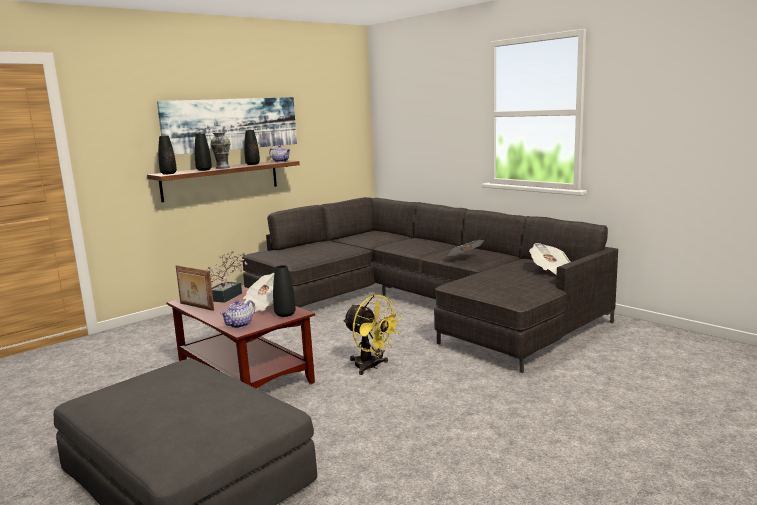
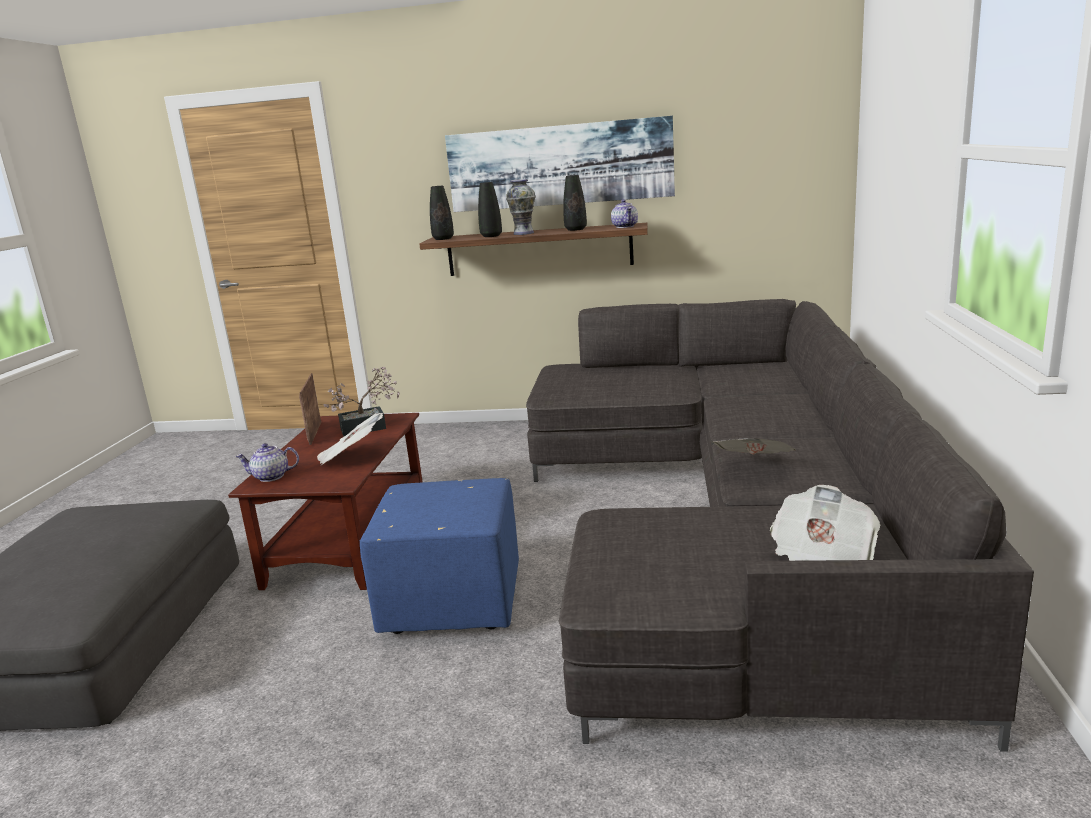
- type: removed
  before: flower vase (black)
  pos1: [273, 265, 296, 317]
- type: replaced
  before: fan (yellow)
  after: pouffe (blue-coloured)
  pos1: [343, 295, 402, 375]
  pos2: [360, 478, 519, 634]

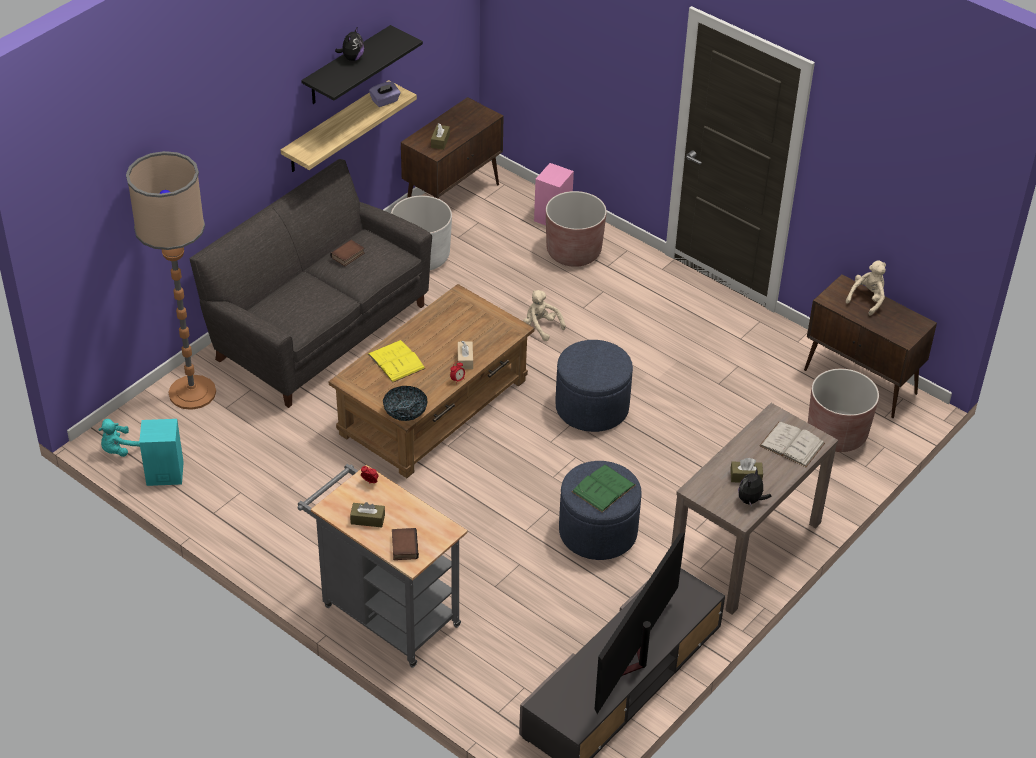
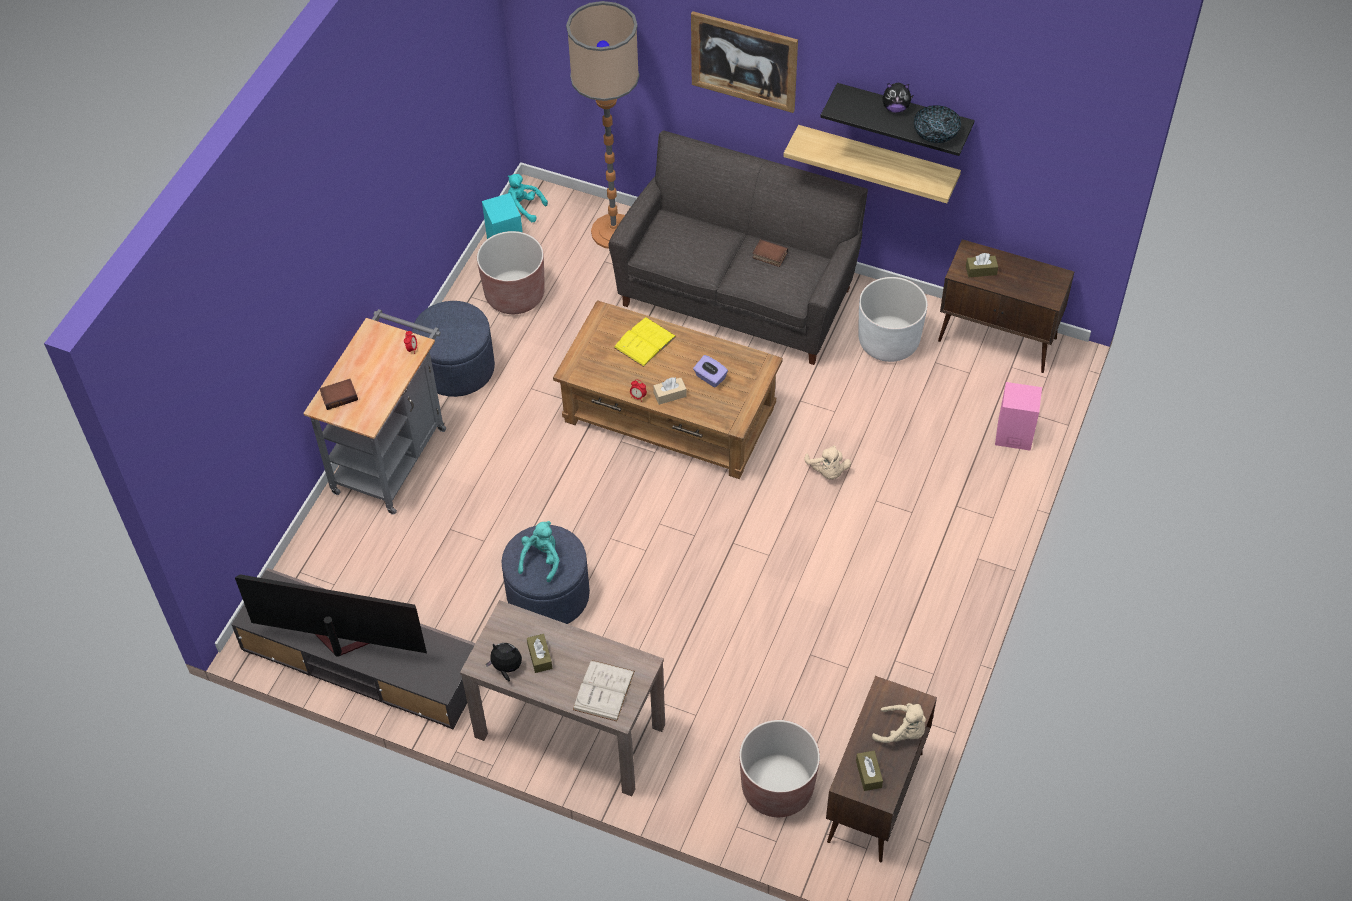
- type: moved
  before: tissue holder (brown)
  pos1: [350, 502, 385, 527]
  pos2: [856, 751, 883, 791]
- type: moved
  before: tissue holder (purple-coloured)
  pos1: [369, 81, 400, 107]
  pos2: [693, 355, 728, 388]
- type: moved
  before: deep dish
  pos1: [383, 386, 428, 421]
  pos2: [914, 105, 961, 143]
- type: turned
  before: plush toy (beige)
  pos1: [523, 290, 566, 341]
  pos2: [804, 445, 851, 480]
  turn: 135
- type: moved
  before: flower pot (brown)
  pos1: [546, 191, 607, 267]
  pos2: [477, 231, 545, 314]
- type: moved
  before: pouffe (blue-coloured)
  pos1: [555, 340, 633, 432]
  pos2: [412, 301, 495, 397]
- type: replaced
  before: bound book (green)
  after: plush toy (blue-green)
  pos1: [572, 465, 636, 513]
  pos2: [518, 521, 559, 582]
- type: added
  after: wall art
  pos2: [691, 11, 798, 113]

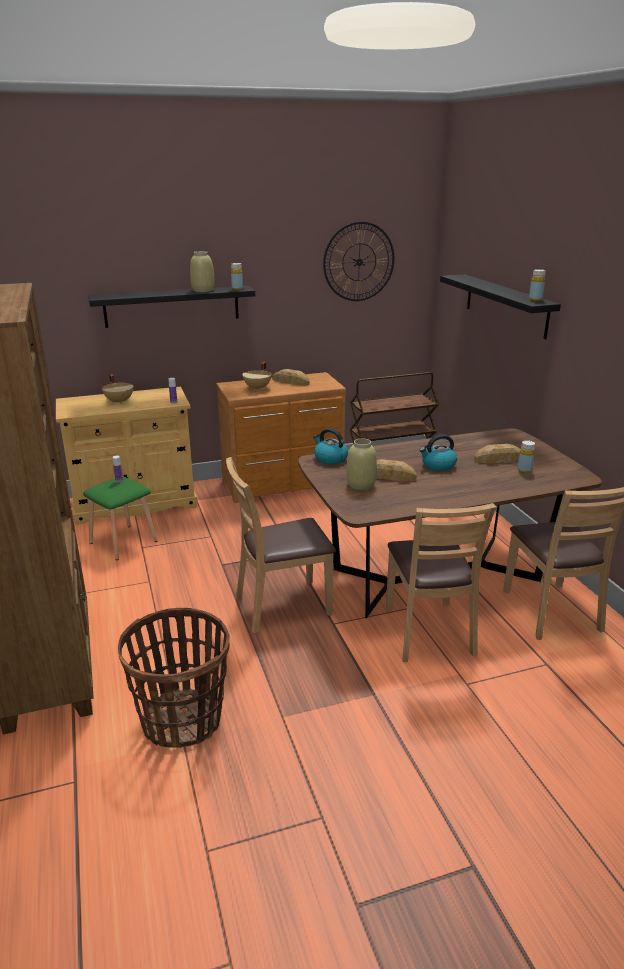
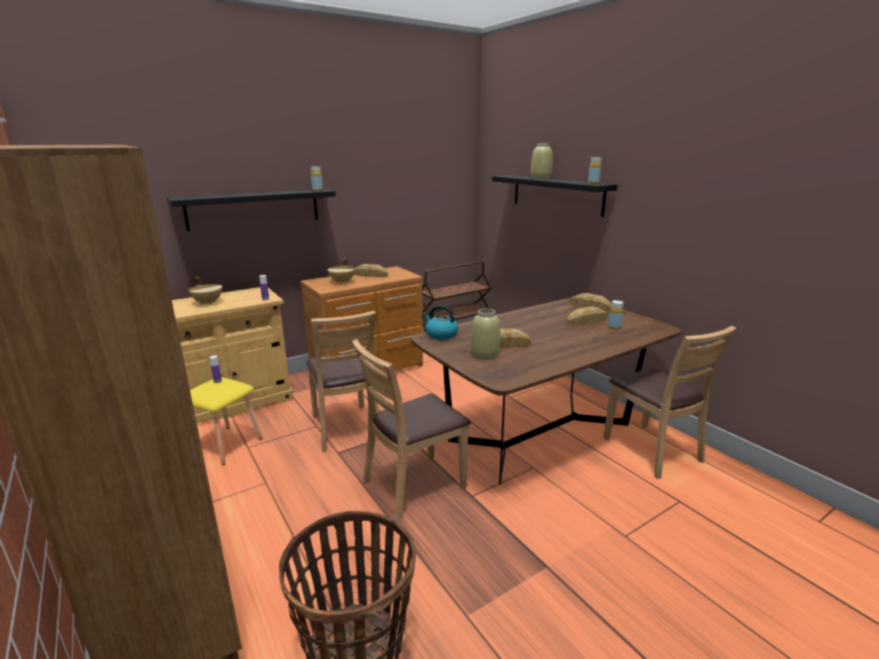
- type: recoloured
  before: stool seat (green)
  after: stool seat (yellow)
  pos1: [83, 476, 158, 560]
  pos2: [190, 377, 263, 465]
- type: moved
  before: flower vase (beige)
  pos1: [190, 251, 215, 292]
  pos2: [531, 144, 553, 179]
- type: removed
  before: wall clock
  pos1: [323, 222, 394, 301]
- type: moved
  before: plain chair (brown)
  pos1: [386, 503, 496, 662]
  pos2: [306, 311, 379, 452]
- type: removed
  before: kettle
  pos1: [419, 434, 457, 471]
- type: added
  after: baked bread
  pos2: [570, 293, 611, 311]

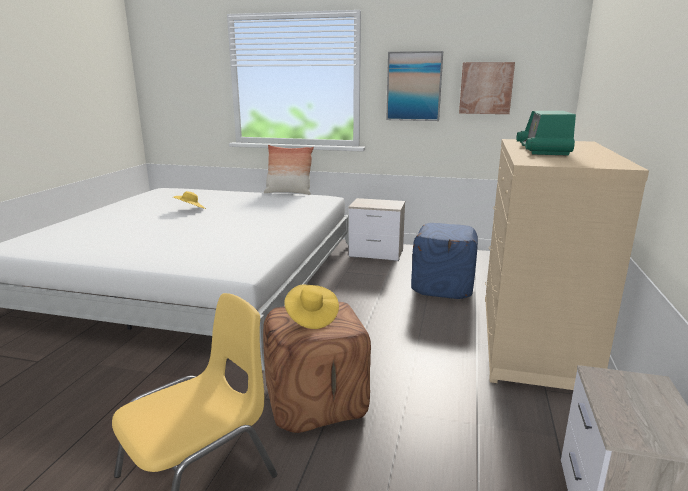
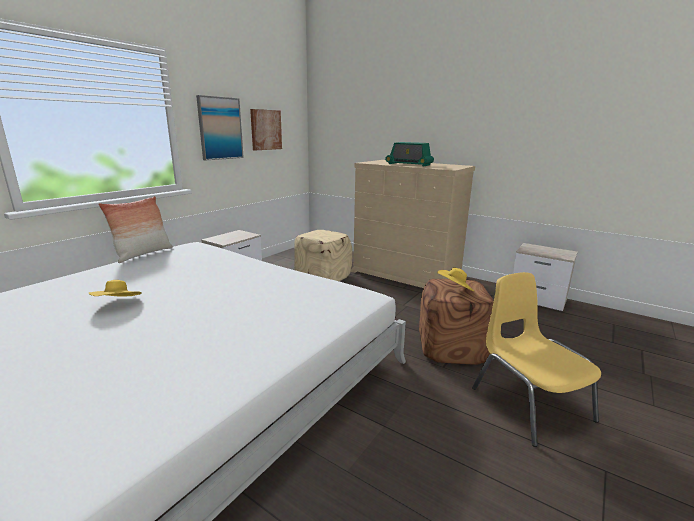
- type: recoloured
  before: pouffe (blue-coloured)
  after: pouffe (beige)
  pos1: [411, 223, 478, 299]
  pos2: [294, 230, 352, 281]

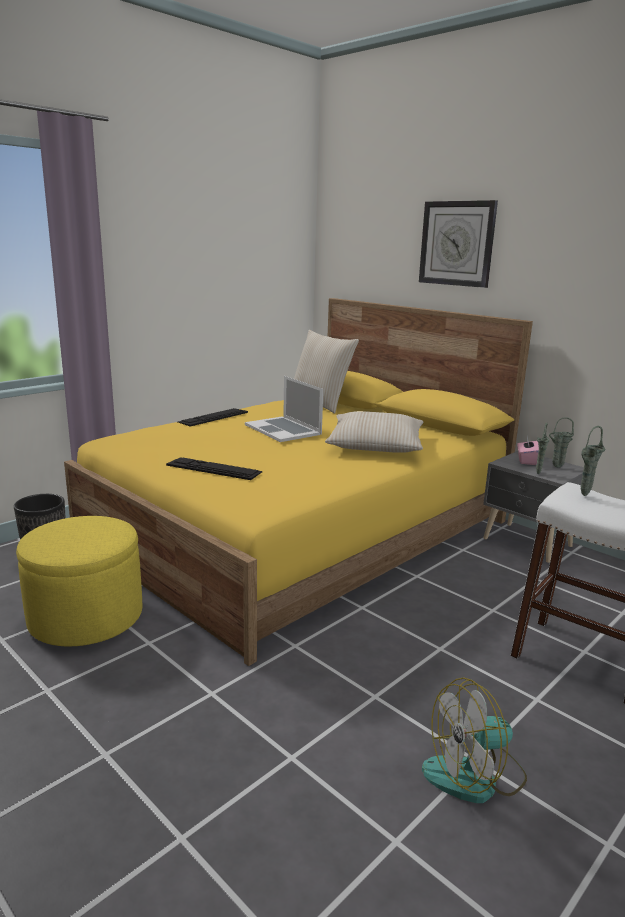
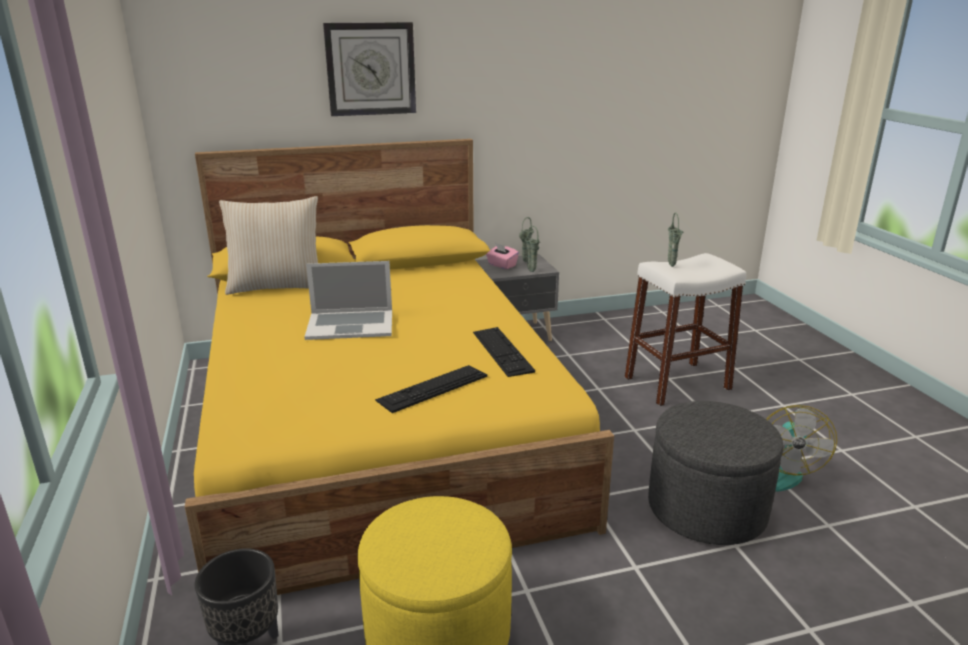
- type: moved
  before: computer keyboard
  pos1: [178, 408, 248, 427]
  pos2: [473, 327, 535, 377]
- type: removed
  before: pillow (beige)
  pos1: [325, 411, 423, 453]
- type: added
  after: pouffe (grey)
  pos2: [648, 401, 783, 545]

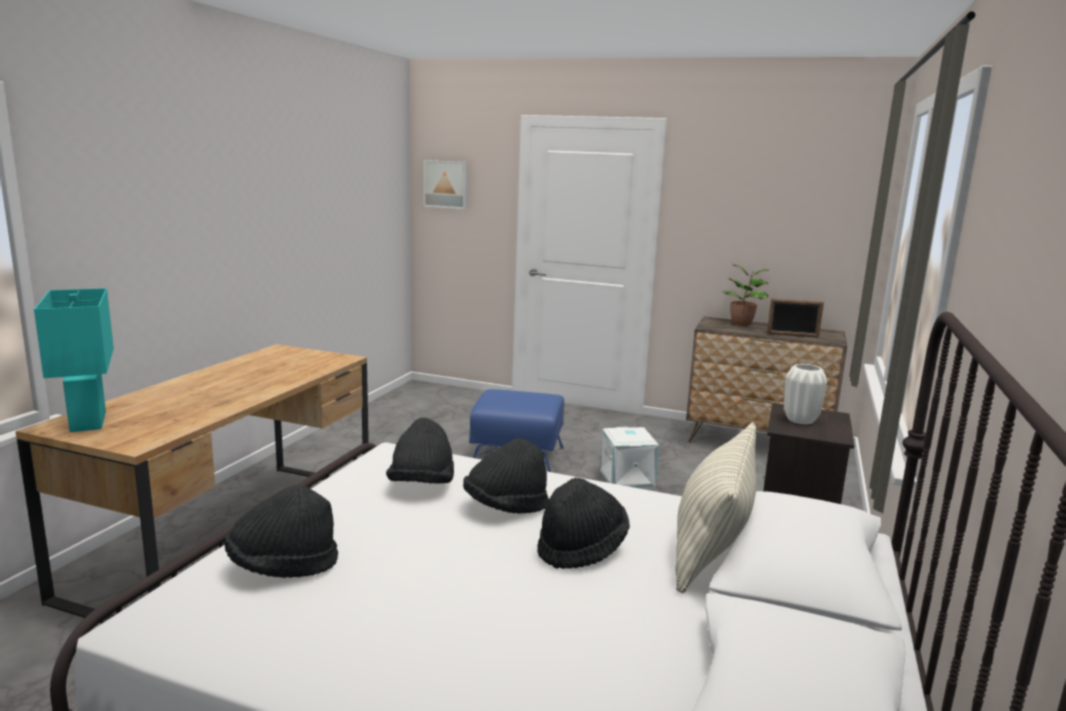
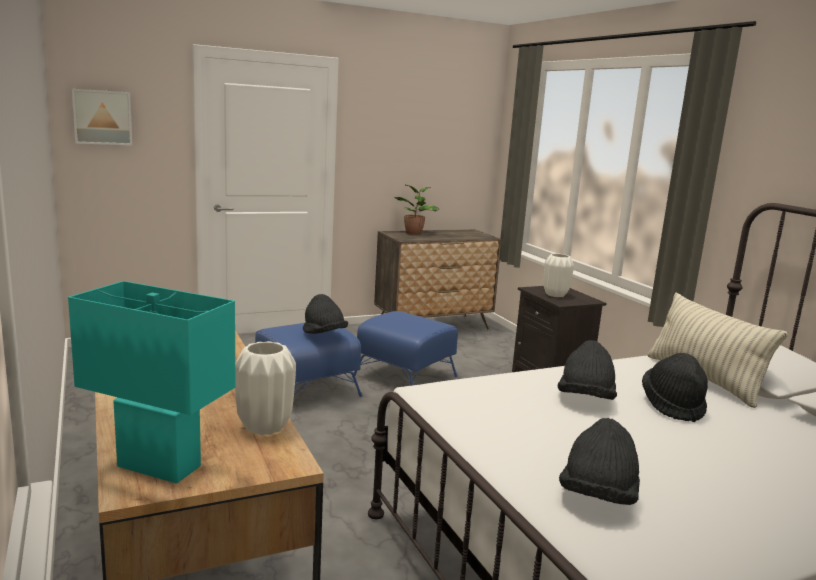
- type: moved
  before: clothing hat (black)
  pos1: [386, 418, 454, 484]
  pos2: [303, 294, 348, 334]
- type: replaced
  before: storage bin (whitish)
  after: pouffe (blue-coloured)
  pos1: [600, 427, 659, 488]
  pos2: [352, 311, 458, 386]
- type: removed
  before: standing frame
  pos1: [767, 299, 824, 338]
- type: added
  after: flower vase (whitish)
  pos2: [235, 341, 296, 435]

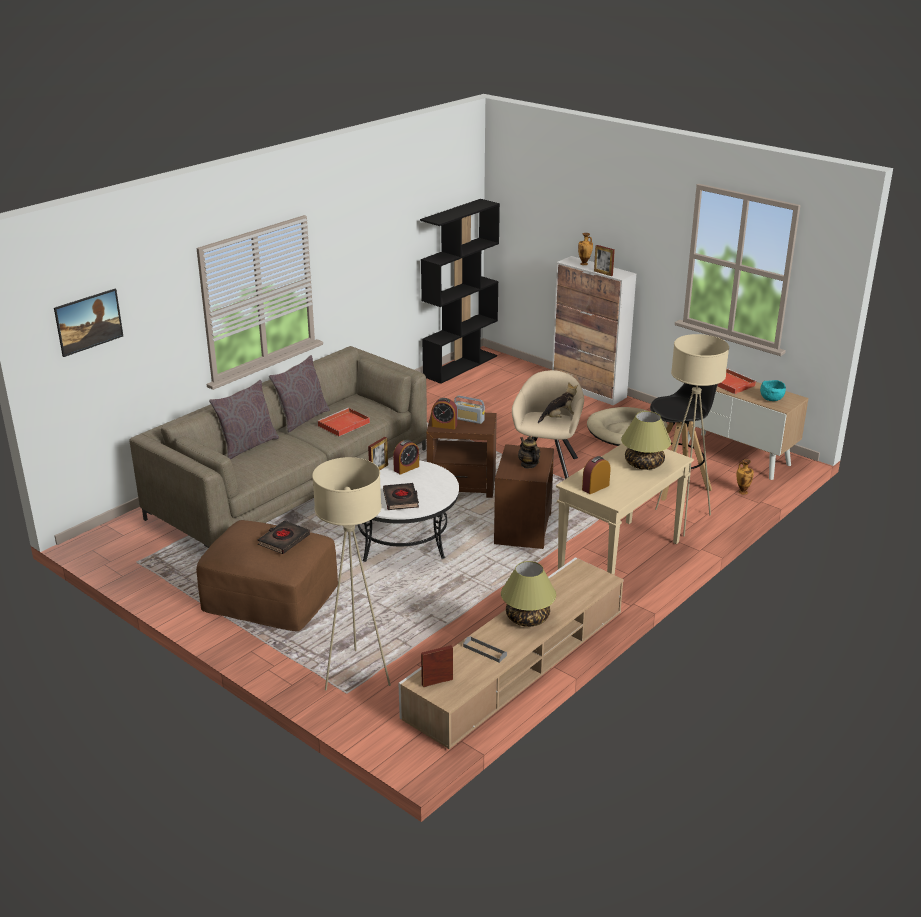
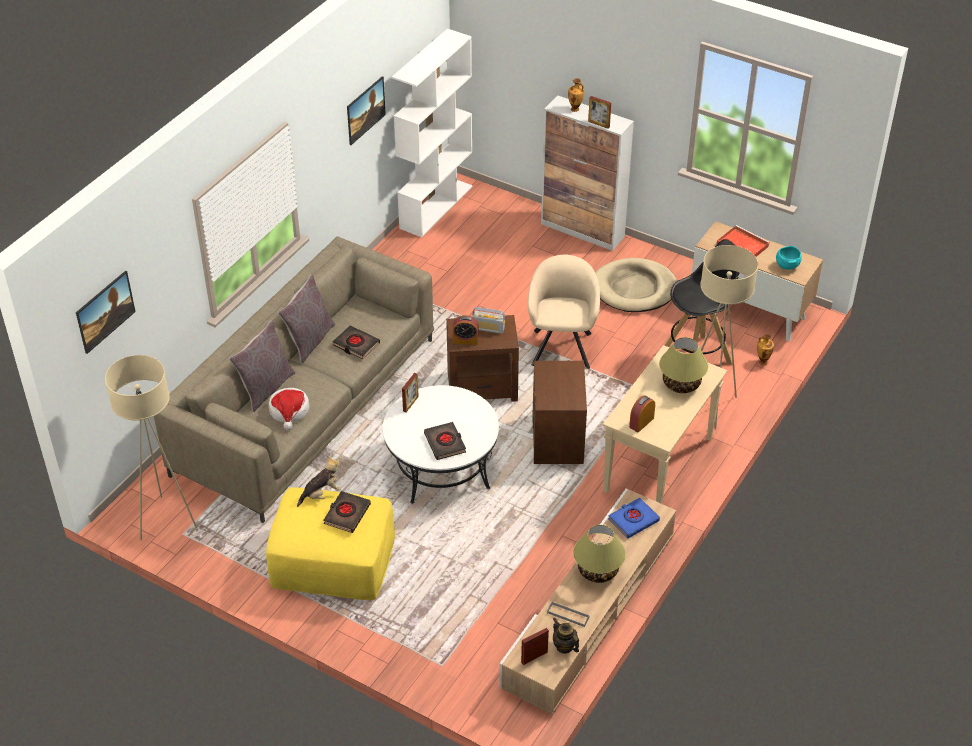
- type: recoloured
  before: pouffe (brown)
  after: pouffe (yellow)
  pos1: [196, 520, 338, 631]
  pos2: [266, 487, 395, 600]
- type: moved
  before: standing lamp (beige)
  pos1: [312, 457, 391, 690]
  pos2: [105, 355, 197, 540]
- type: replaced
  before: carrying tray (red-coloured)
  after: bound book (black)
  pos1: [317, 408, 370, 436]
  pos2: [333, 326, 380, 359]
- type: removed
  before: table clock
  pos1: [393, 440, 419, 475]
- type: recoloured
  before: shelving unit (black)
  after: shelving unit (whitish)
  pos1: [420, 199, 500, 384]
  pos2: [392, 29, 473, 237]
- type: moved
  before: tea pot
  pos1: [518, 436, 540, 469]
  pos2: [553, 618, 579, 654]
- type: moved
  before: plush toy
  pos1: [538, 382, 578, 423]
  pos2: [297, 456, 341, 507]
- type: added
  after: clothing hat
  pos2: [269, 388, 309, 430]
- type: added
  after: wall art
  pos2: [347, 76, 386, 145]
- type: added
  after: bound book (blue-coloured)
  pos2: [608, 498, 660, 539]

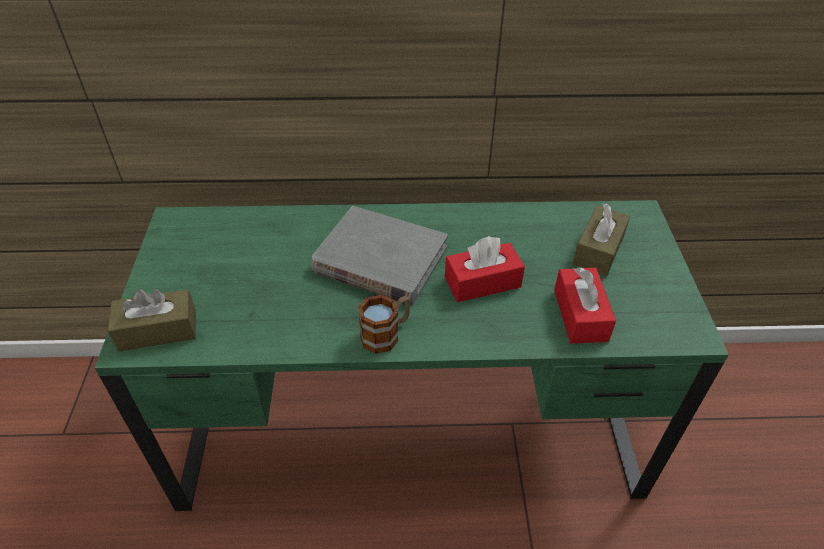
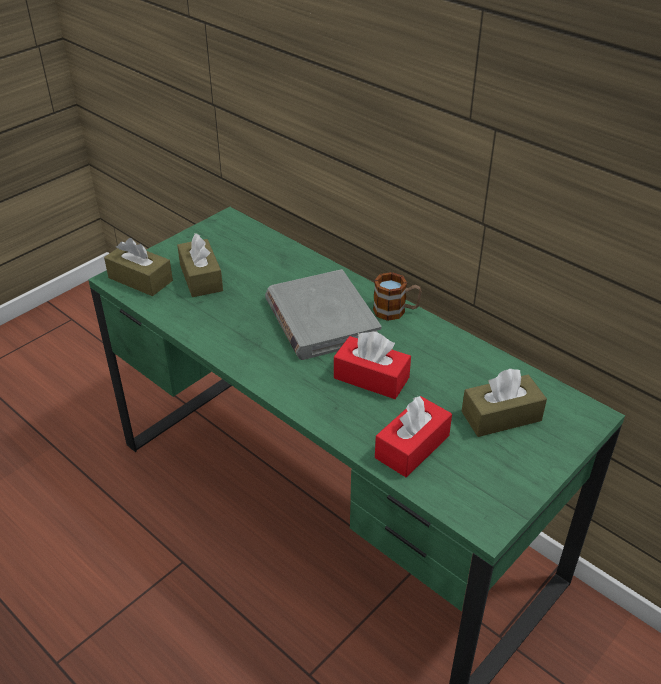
- type: moved
  before: tea mug
  pos1: [358, 295, 410, 354]
  pos2: [373, 272, 422, 321]
- type: added
  after: tissue holder (brown)
  pos2: [177, 233, 223, 297]

